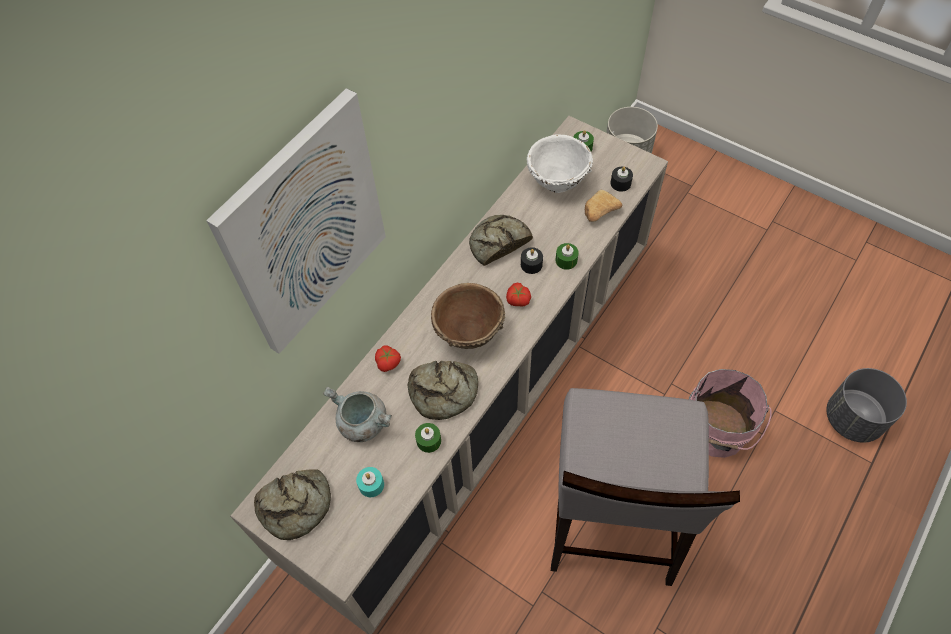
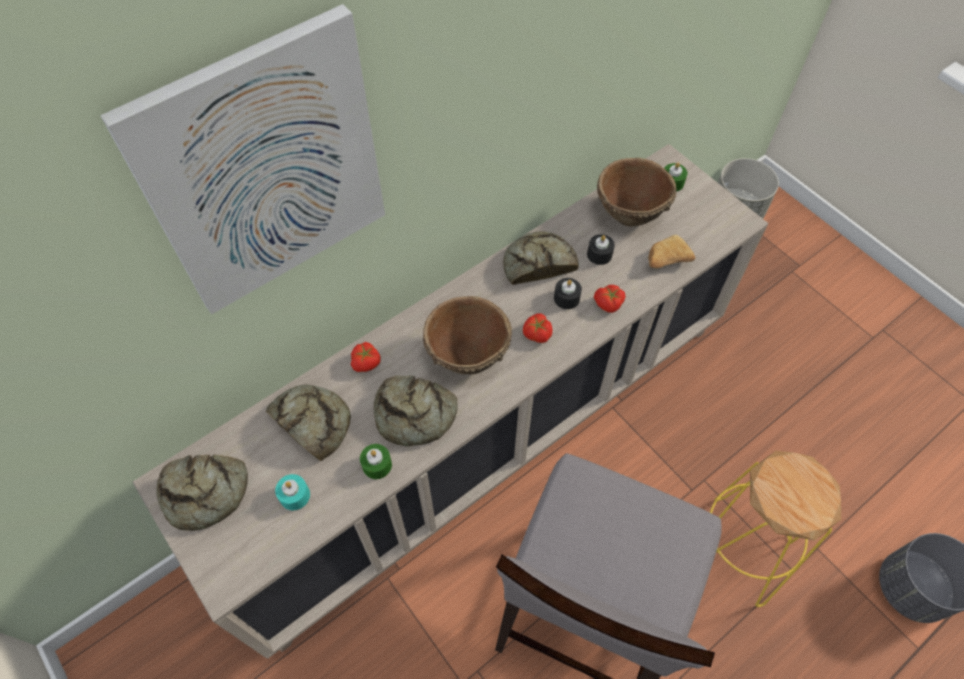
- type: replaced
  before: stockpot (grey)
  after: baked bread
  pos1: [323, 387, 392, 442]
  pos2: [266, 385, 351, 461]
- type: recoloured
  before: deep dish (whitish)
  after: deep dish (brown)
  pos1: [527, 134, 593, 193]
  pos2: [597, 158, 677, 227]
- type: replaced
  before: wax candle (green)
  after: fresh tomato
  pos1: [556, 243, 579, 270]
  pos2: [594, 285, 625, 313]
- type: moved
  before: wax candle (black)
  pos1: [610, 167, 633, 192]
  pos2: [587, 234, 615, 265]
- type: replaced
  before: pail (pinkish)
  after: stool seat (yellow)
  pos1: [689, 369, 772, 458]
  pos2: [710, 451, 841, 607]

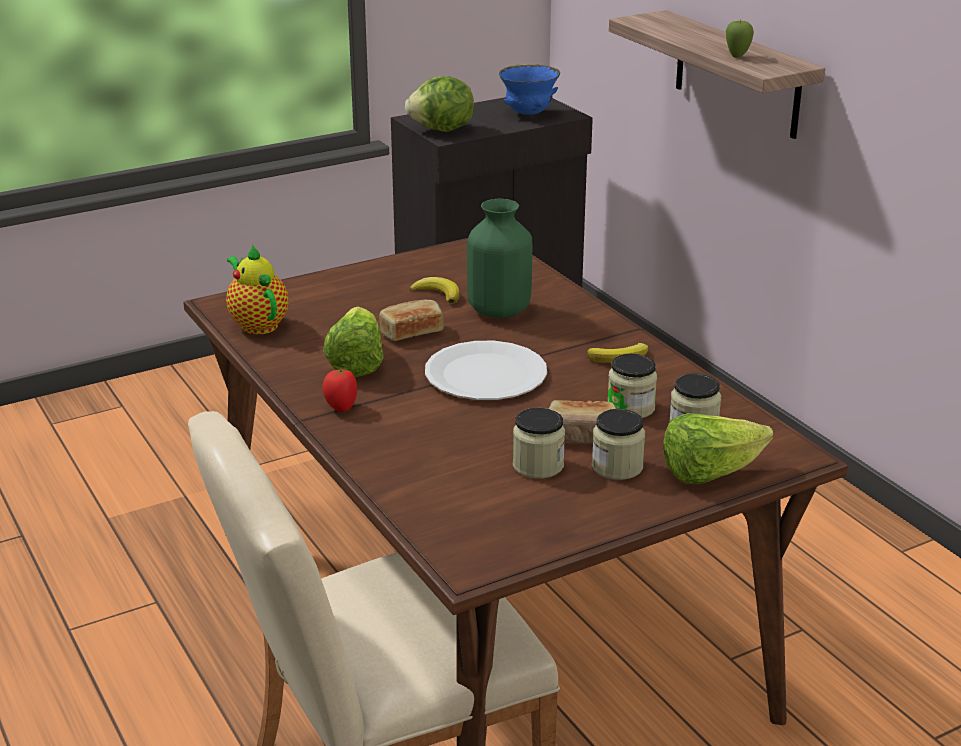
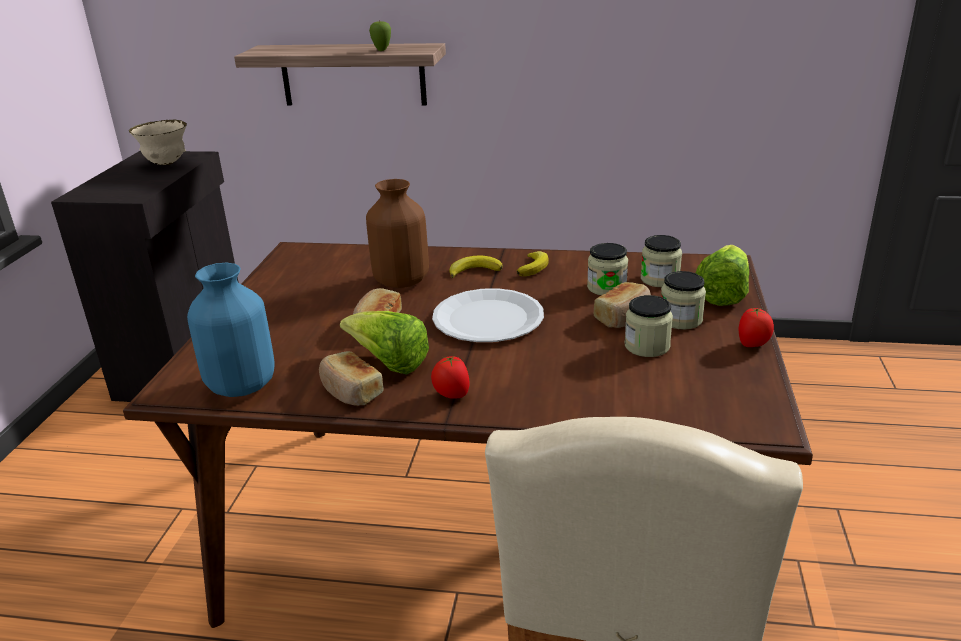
- type: replaced
  before: tea pot
  after: flower vase (blue-coloured)
  pos1: [226, 244, 289, 335]
  pos2: [187, 263, 275, 397]
- type: removed
  before: head of lettuce
  pos1: [405, 76, 474, 132]
- type: moved
  before: whole banana
  pos1: [410, 277, 460, 304]
  pos2: [450, 256, 503, 278]
- type: recoloured
  before: flower vase (green)
  after: flower vase (brown)
  pos1: [467, 199, 532, 318]
  pos2: [366, 179, 429, 288]
- type: recoloured
  before: deep dish (blue-coloured)
  after: deep dish (beige)
  pos1: [499, 64, 560, 116]
  pos2: [129, 120, 187, 165]
- type: added
  after: baked bread
  pos2: [319, 351, 384, 406]
- type: added
  after: fresh tomato
  pos2: [739, 308, 774, 347]

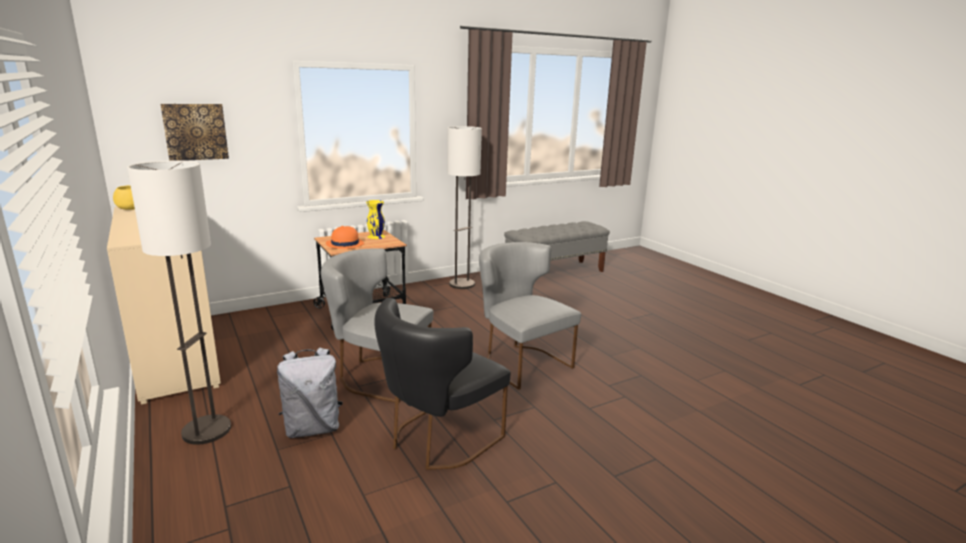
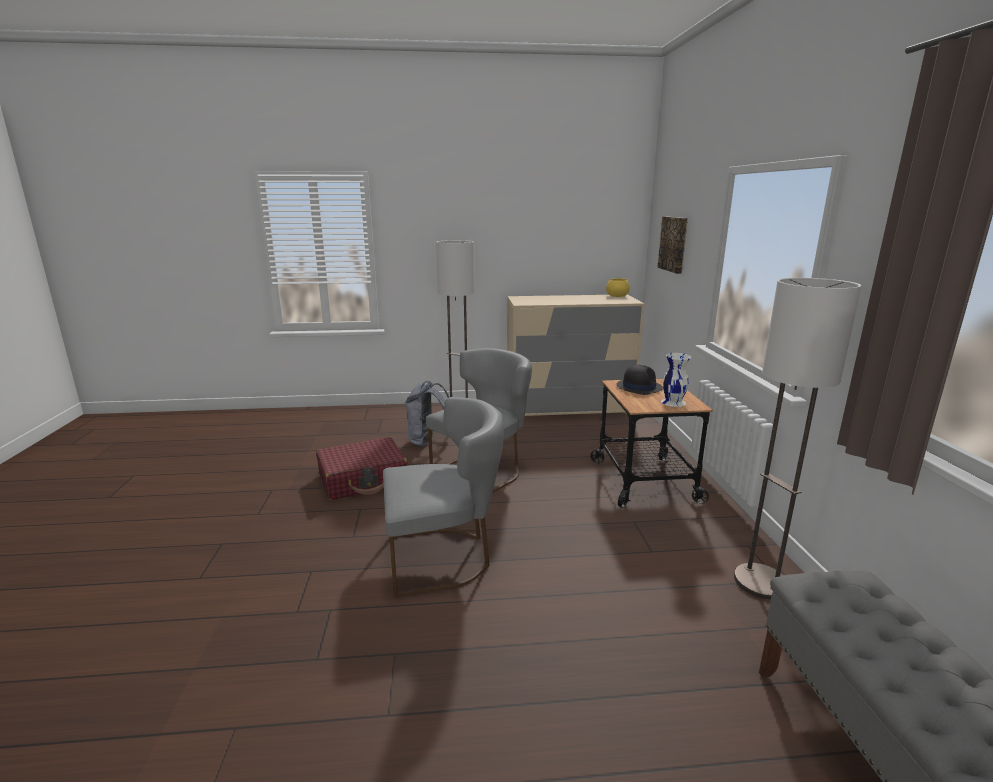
- type: recoloured
  before: clothing hat (orangey)
  after: clothing hat (black)
  pos1: [326, 226, 364, 249]
  pos2: [616, 364, 663, 395]
- type: recoloured
  before: flower vase (yellow)
  after: flower vase (whitish)
  pos1: [366, 200, 385, 239]
  pos2: [661, 353, 691, 407]
- type: replaced
  before: plain chair (black)
  after: suitcase (red-coloured)
  pos1: [375, 298, 511, 470]
  pos2: [316, 437, 408, 500]

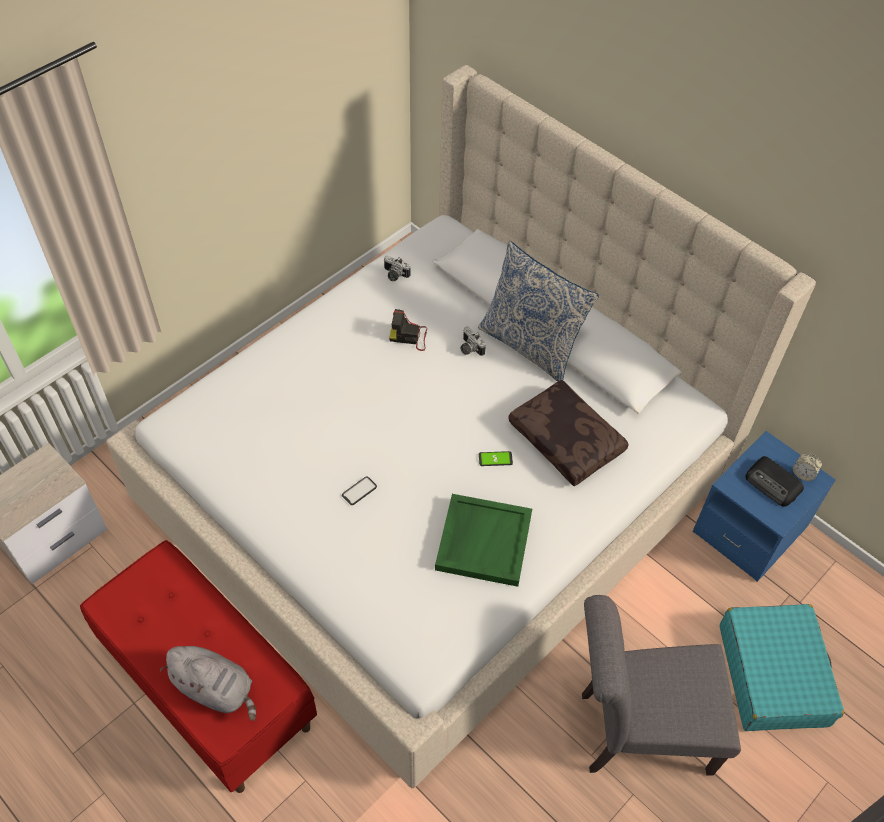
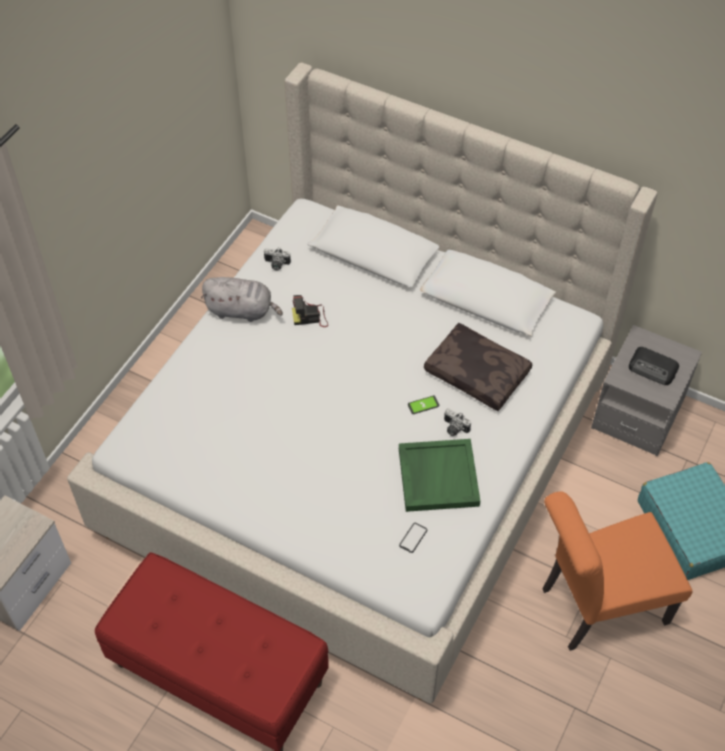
- type: moved
  before: plush toy (grey)
  pos1: [160, 646, 256, 721]
  pos2: [201, 277, 283, 322]
- type: moved
  before: phone
  pos1: [342, 476, 377, 505]
  pos2: [399, 523, 427, 553]
- type: moved
  before: still camera
  pos1: [460, 327, 486, 356]
  pos2: [444, 408, 471, 436]
- type: removed
  before: pillow
  pos1: [478, 241, 599, 382]
- type: recoloured
  before: plain chair (grey)
  after: plain chair (orangey)
  pos1: [582, 595, 741, 776]
  pos2: [542, 491, 693, 651]
- type: recoloured
  before: nightstand (blue-coloured)
  after: nightstand (grey)
  pos1: [692, 431, 836, 582]
  pos2: [591, 325, 702, 456]
- type: removed
  before: table clock
  pos1: [793, 453, 822, 482]

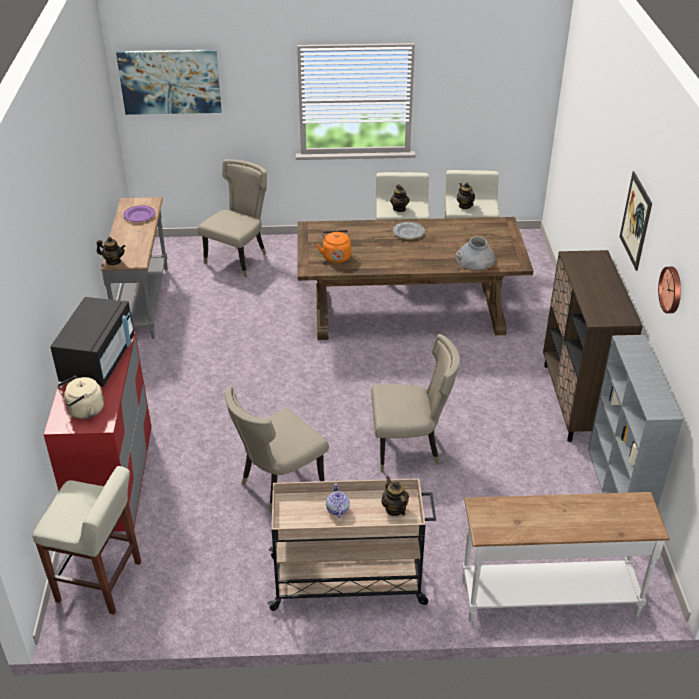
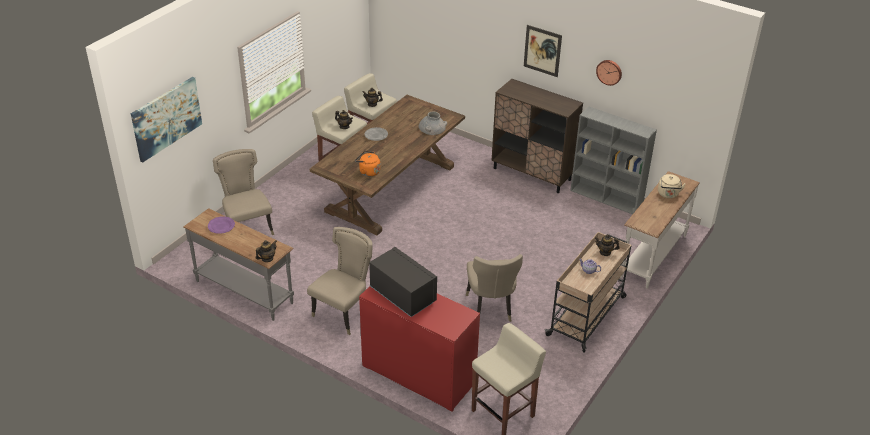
- type: moved
  before: kettle (beige)
  pos1: [57, 376, 104, 419]
  pos2: [658, 174, 686, 198]
- type: moved
  before: plain chair (beige)
  pos1: [371, 334, 460, 472]
  pos2: [307, 227, 373, 335]

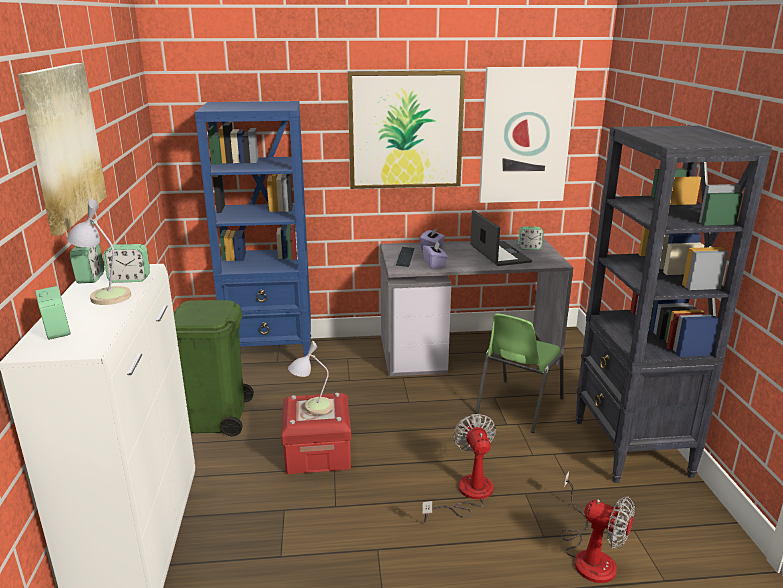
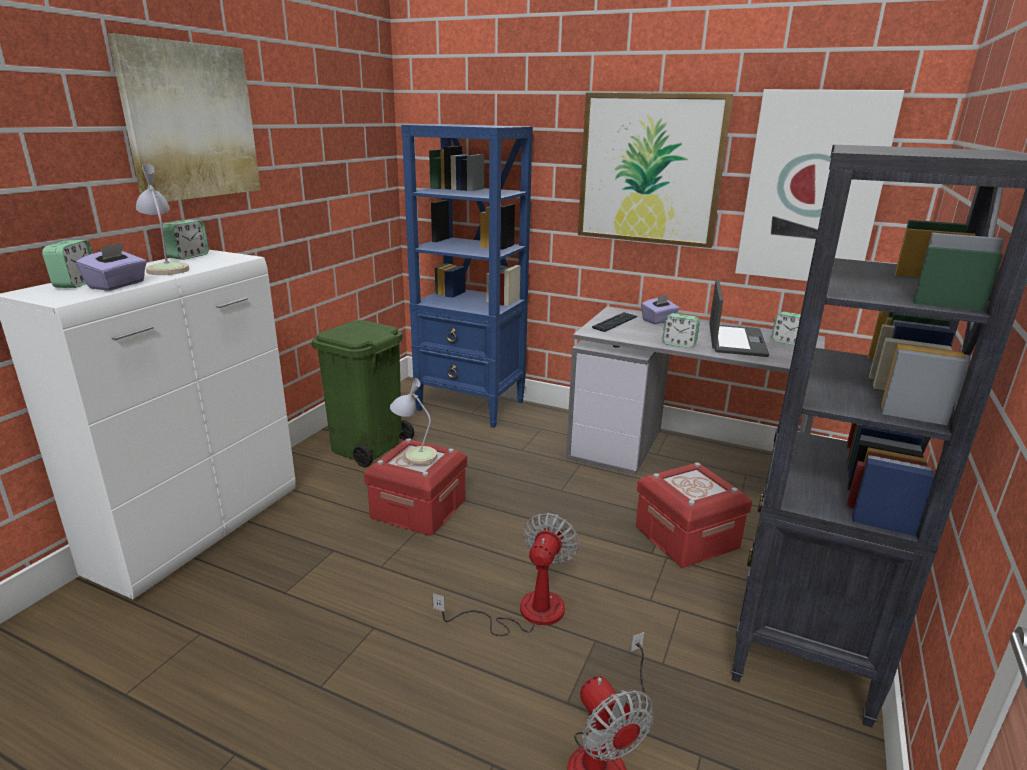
- type: moved
  before: table clock
  pos1: [103, 244, 150, 283]
  pos2: [662, 313, 700, 348]
- type: moved
  before: tissue holder (purple-coloured)
  pos1: [423, 242, 448, 268]
  pos2: [76, 242, 147, 291]
- type: replaced
  before: plain chair (green)
  after: storage bin (red-coloured)
  pos1: [475, 313, 564, 433]
  pos2: [636, 463, 752, 568]

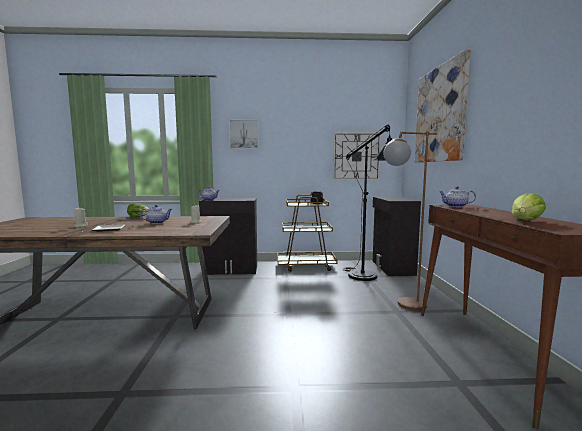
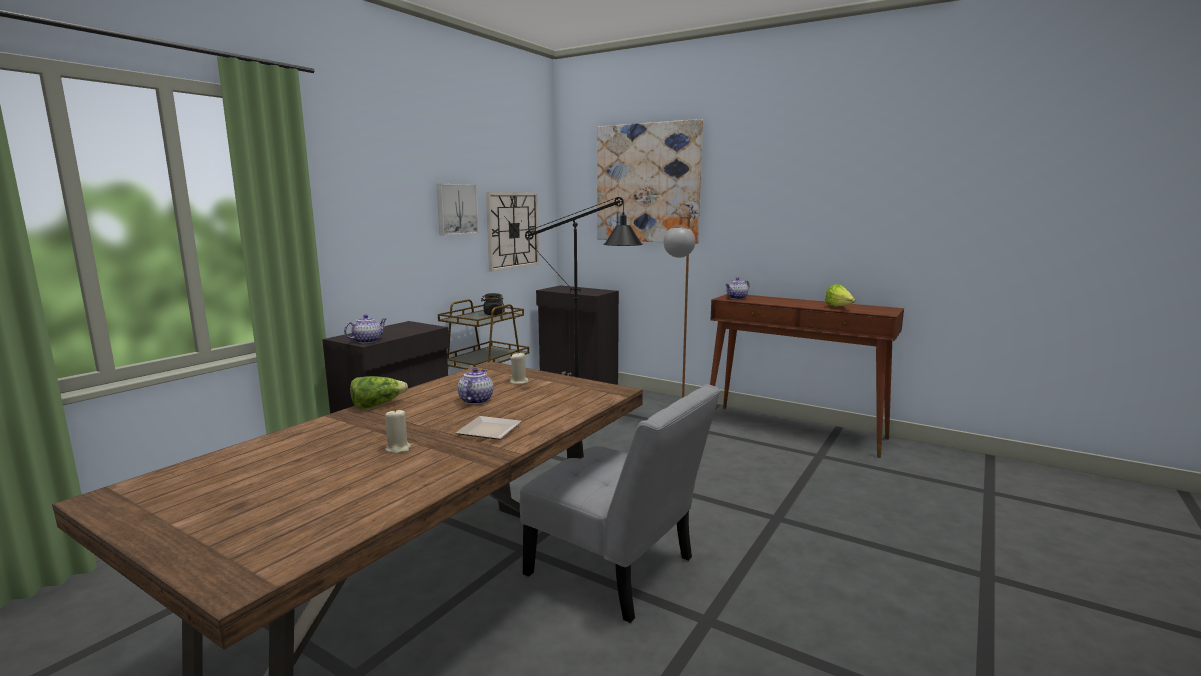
- type: moved
  before: wall art
  pos1: [229, 119, 259, 149]
  pos2: [436, 184, 479, 235]
- type: added
  after: plain chair (grey)
  pos2: [520, 384, 720, 623]

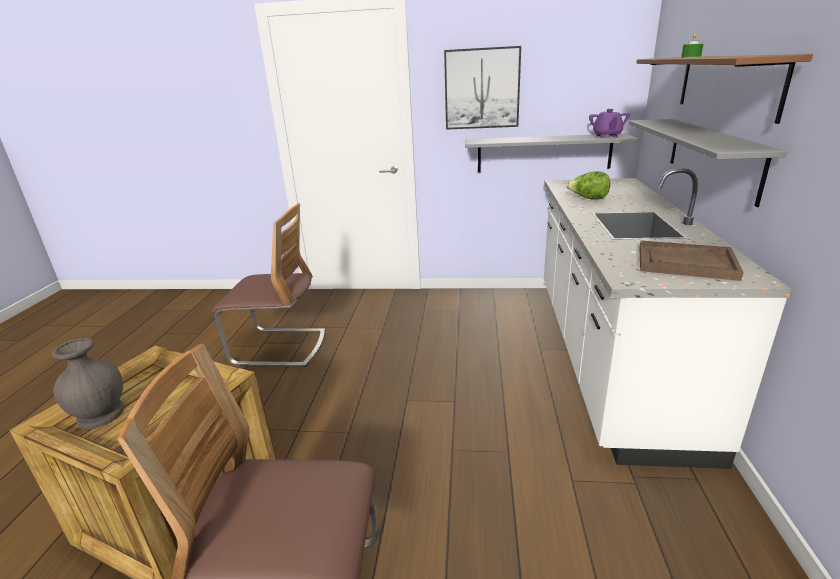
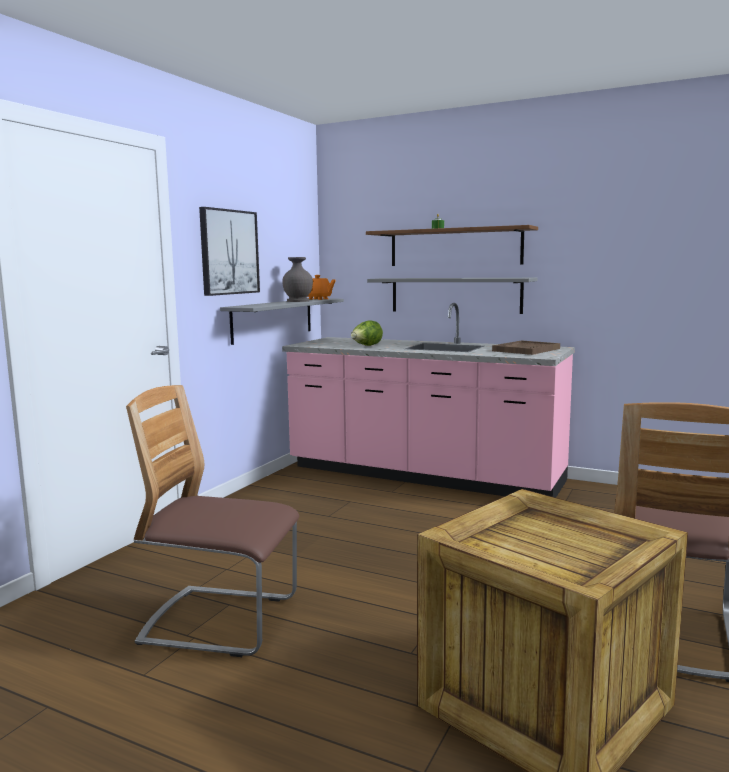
- type: moved
  before: flower vase (grey)
  pos1: [52, 338, 124, 429]
  pos2: [282, 257, 313, 302]
- type: turned
  before: plain chair
  pos1: [212, 203, 325, 367]
  pos2: [126, 385, 299, 657]
  turn: -105
- type: recoloured
  before: counter (whitish)
  after: counter (pinkish)
  pos1: [544, 168, 792, 469]
  pos2: [282, 303, 575, 498]
- type: recoloured
  before: tea pot (purple-coloured)
  after: tea pot (orangey)
  pos1: [589, 109, 630, 138]
  pos2: [307, 275, 336, 300]

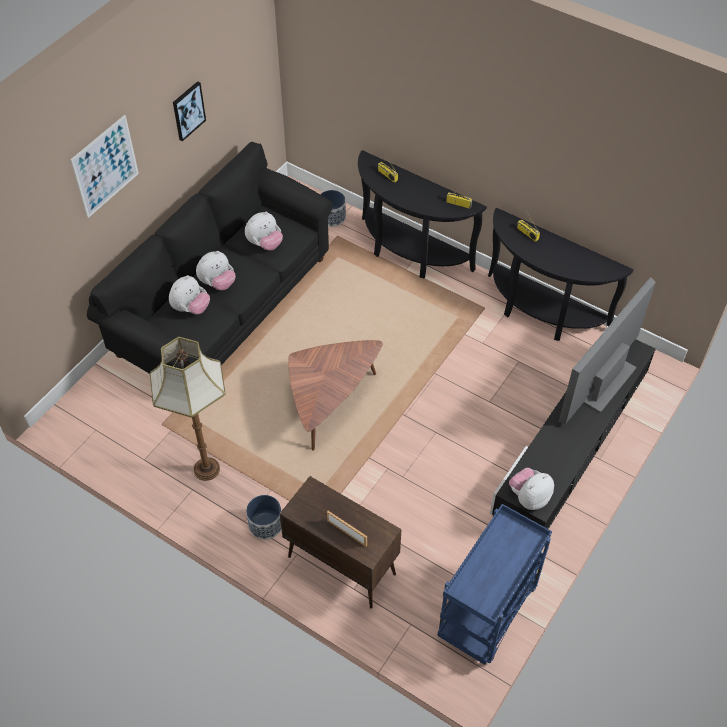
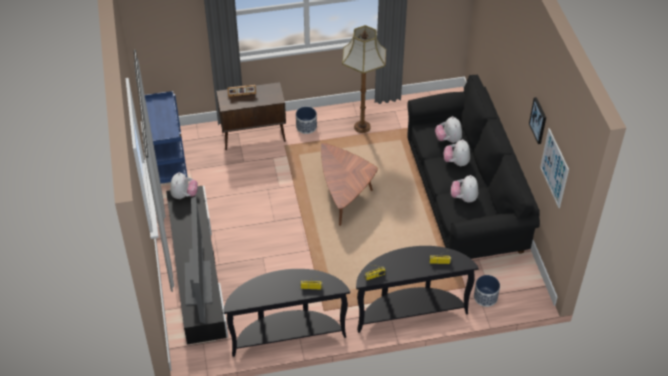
- type: moved
  before: wall art
  pos1: [70, 115, 139, 218]
  pos2: [540, 128, 569, 208]

